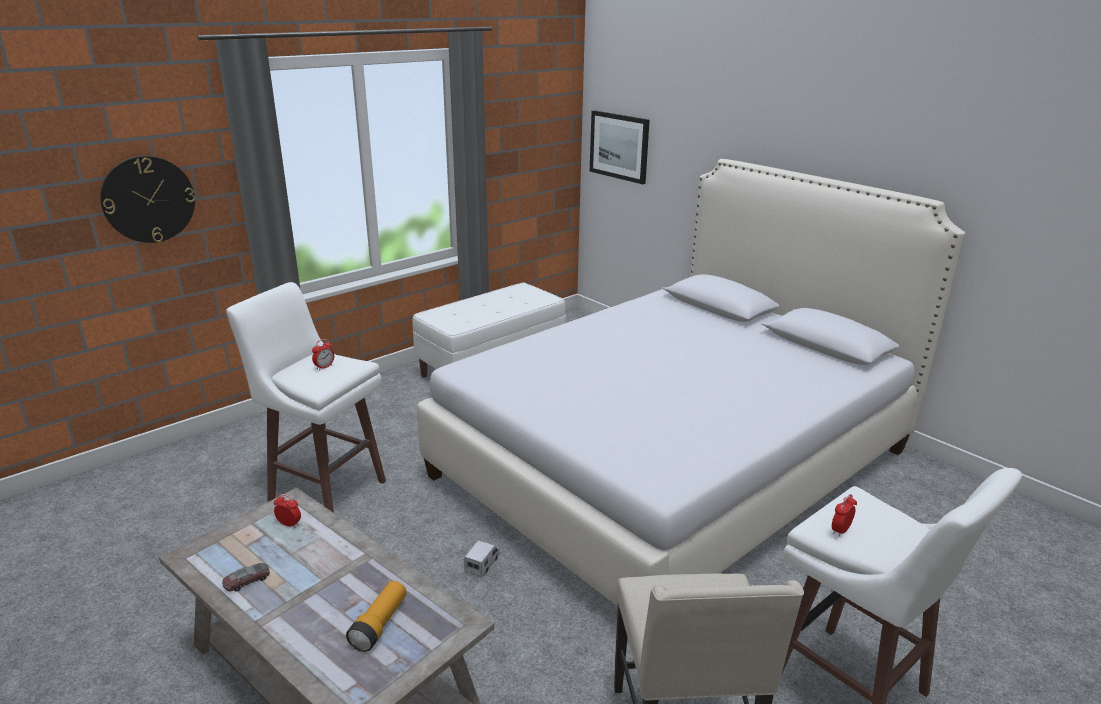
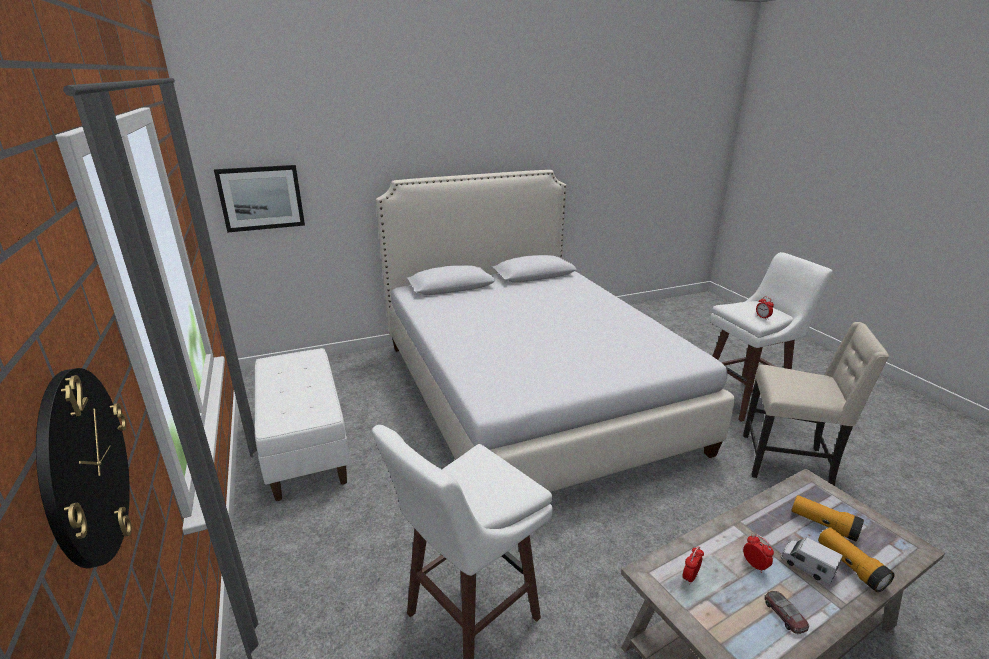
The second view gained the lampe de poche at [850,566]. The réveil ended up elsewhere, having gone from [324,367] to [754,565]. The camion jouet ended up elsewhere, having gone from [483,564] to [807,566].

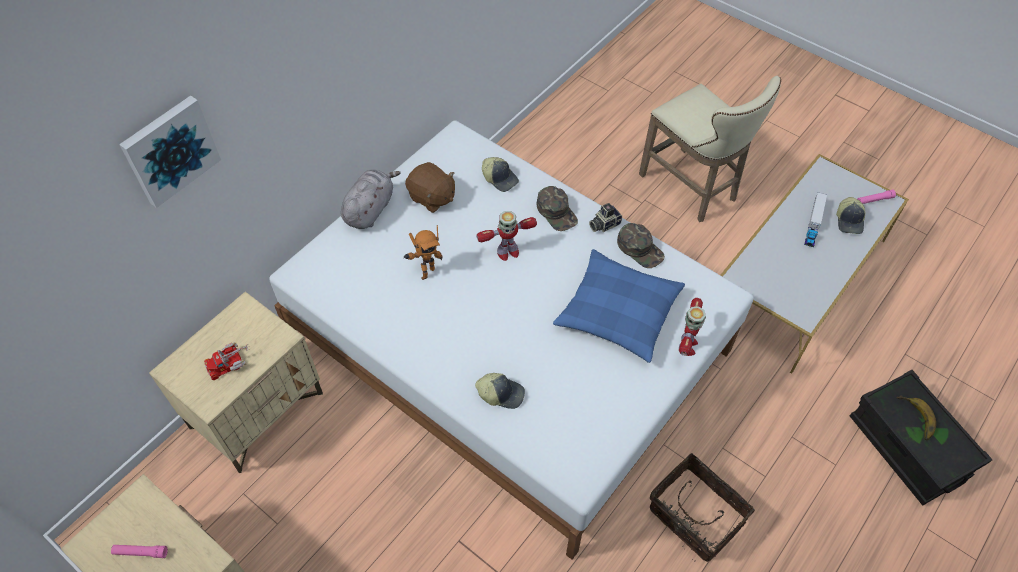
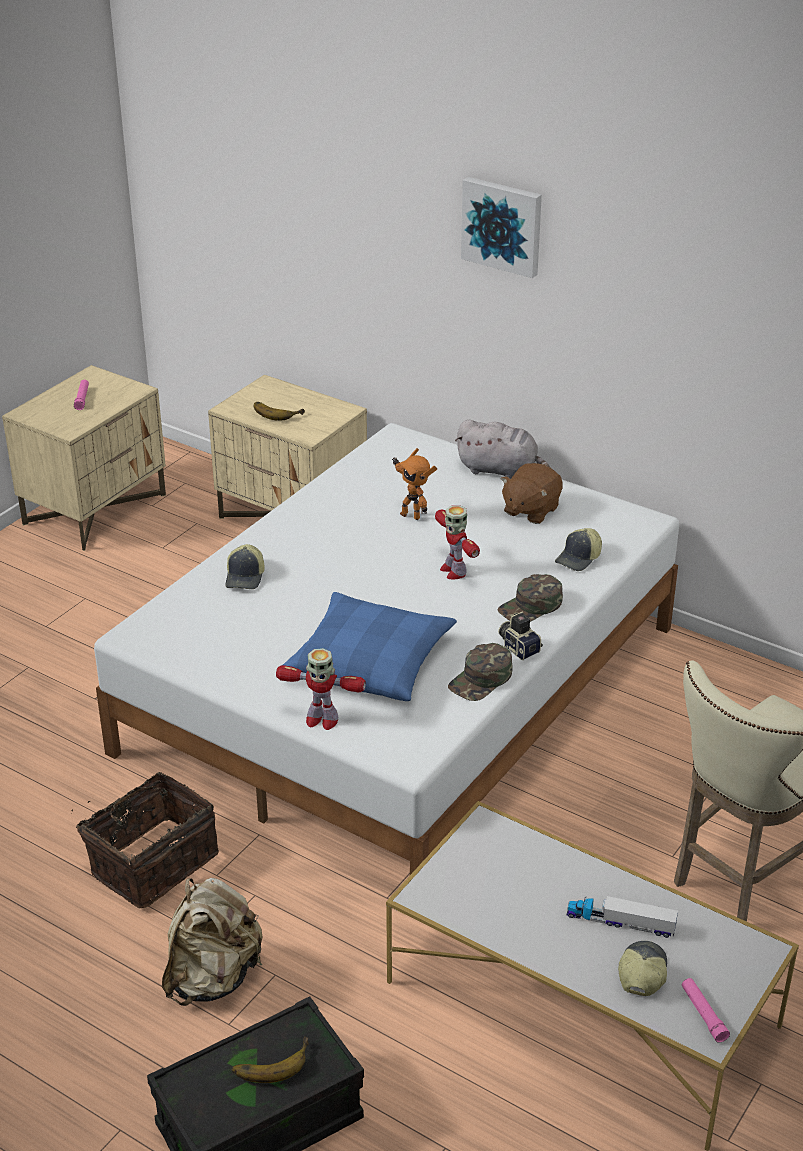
The second view gained the sac à dos (beige) at [212,977]. The tableau ended up elsewhere, having gone from [169,150] to [502,225]. Where the camion jouet stood at [230,362], the banane came to stand at [277,412]. The casquette at [849,221] ended up facing another way, 105 degrees clockwise from before.

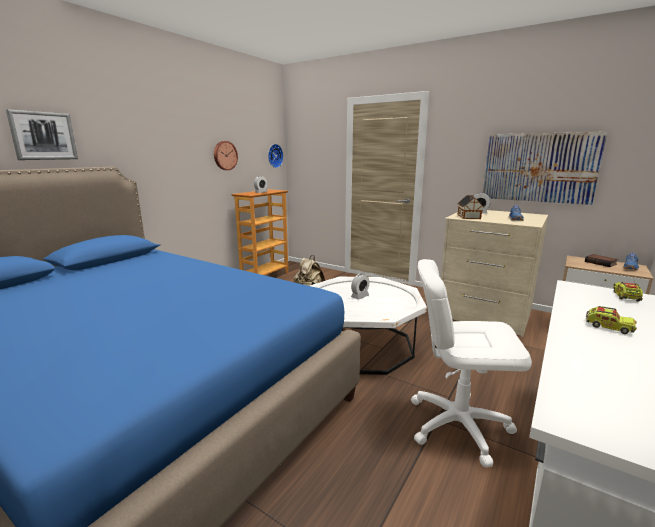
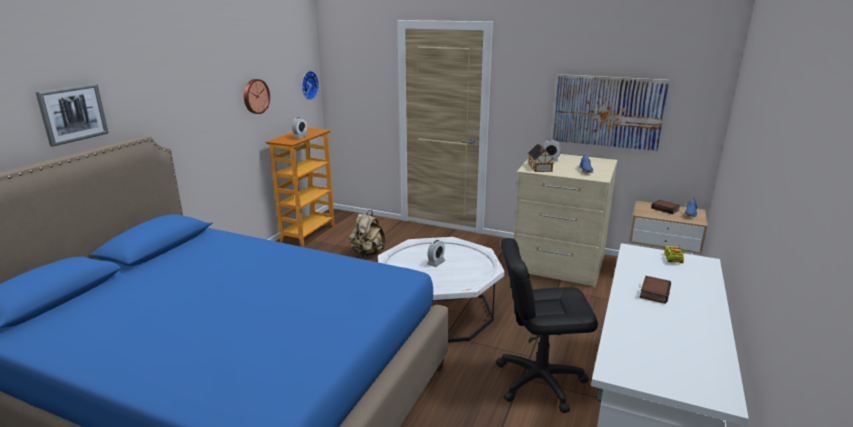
Where the camion jouet stood at [608,327], the livre came to stand at [653,292]. What was the chaise de bureau (blanc) at [458,425] turned into the chaise de bureau (noir) at [539,381].

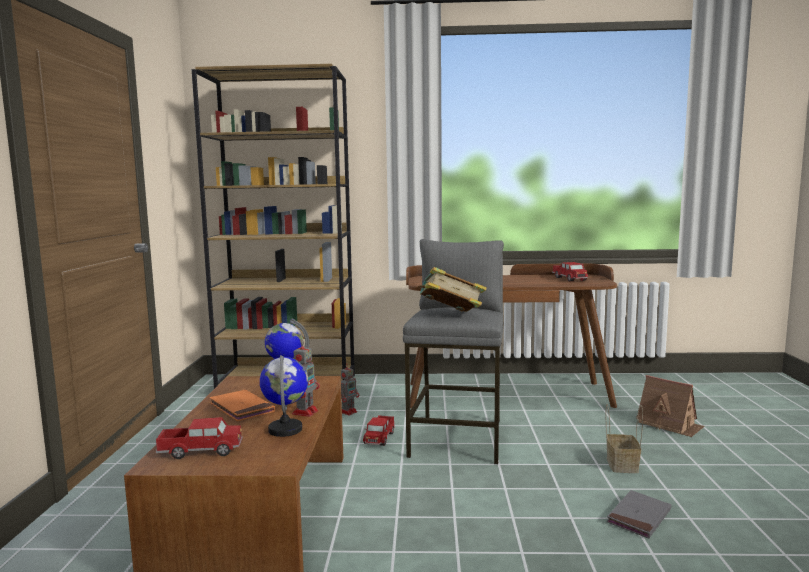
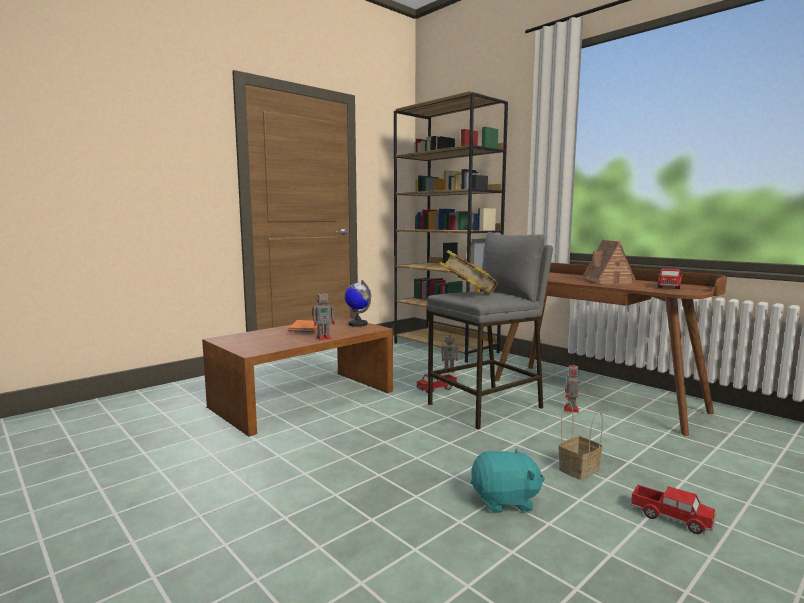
The second view lost the globe at [285,429]. The second view gained the robot jouet at [571,410]. The camion jouet ended up elsewhere, having gone from [201,451] to [670,517]. The maison miniature ended up elsewhere, having gone from [669,424] to [609,282]. Where the livre (gris) stood at [639,517], the peluche (turquoise) came to stand at [505,501].

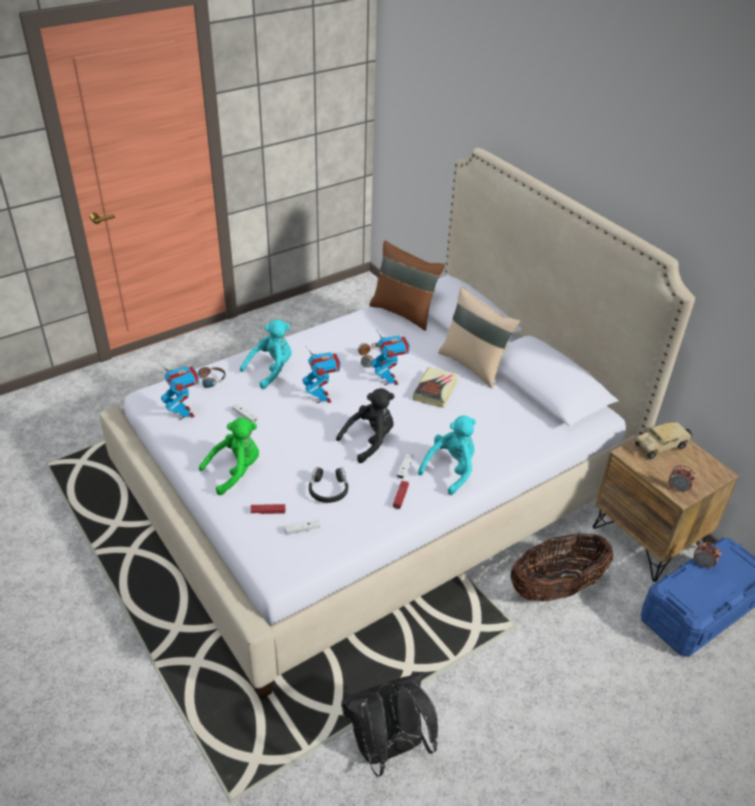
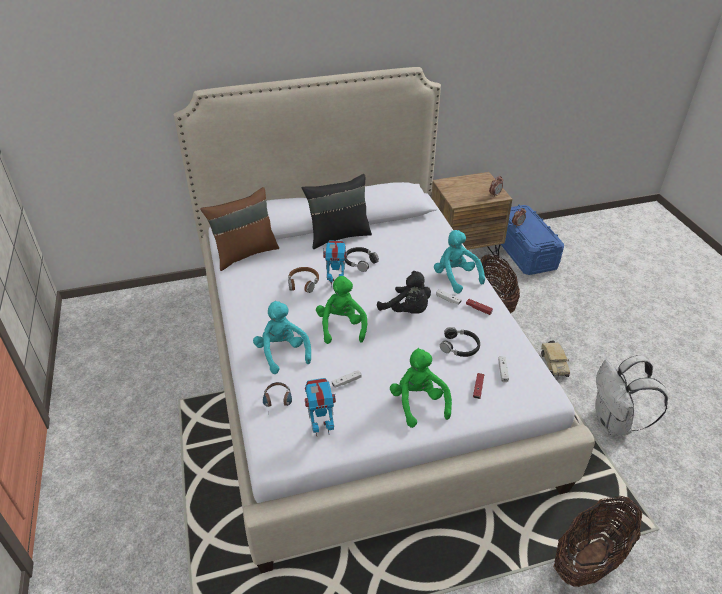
The second view gained the panier at [590,558]. The camion jouet ended up elsewhere, having gone from [661,446] to [553,364]. Where the robot jouet stood at [322,398], the peluche (vert) came to stand at [341,326]. Where the livre stood at [435,390], the casque audio (noir) came to stand at [360,262]. What was the sac à dos (noir) at [388,748] turned into the sac à dos (blanc) at [614,423]. What was the coussin (beige) at [474,365] turned into the coussin (noir) at [338,236]. The peluche (noir) at [370,440] ended up facing another way, 150 degrees clockwise from before.

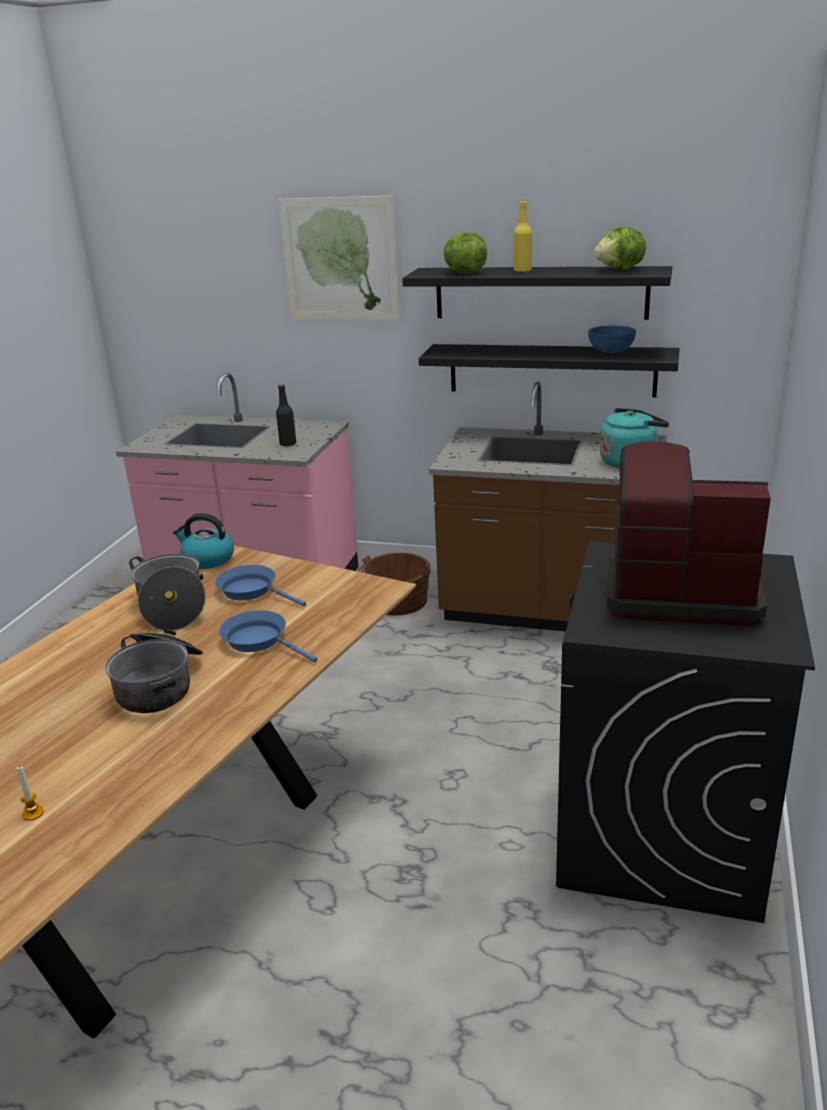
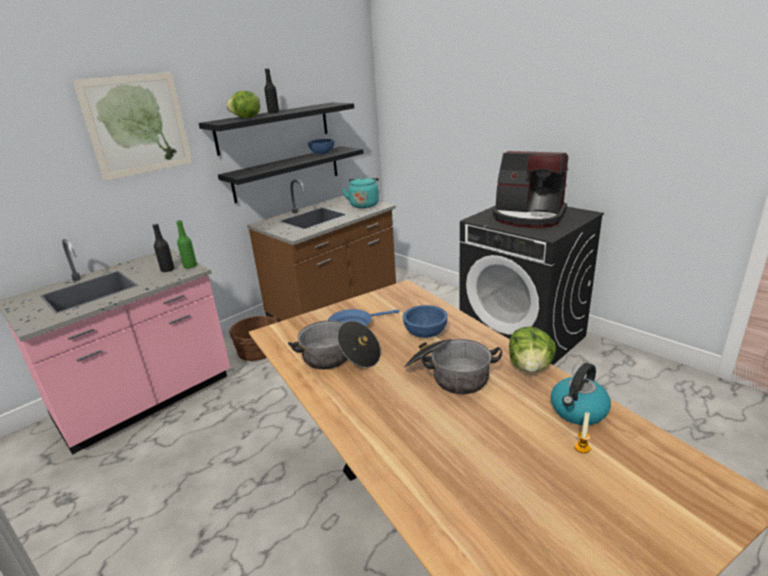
The second view gained the bouteille (vert) at [190,266]. The bouilloire ended up elsewhere, having gone from [207,560] to [578,411]. The laitue ended up elsewhere, having gone from [620,269] to [530,367]. Where the poêle (bleu) stood at [259,640], the bol (bleu) came to stand at [425,333]. What was the bouteille (jaune) at [522,271] turned into the bouteille (noir) at [273,113]. The machine à café at [678,593] ended up facing another way, 105 degrees counterclockwise from before.

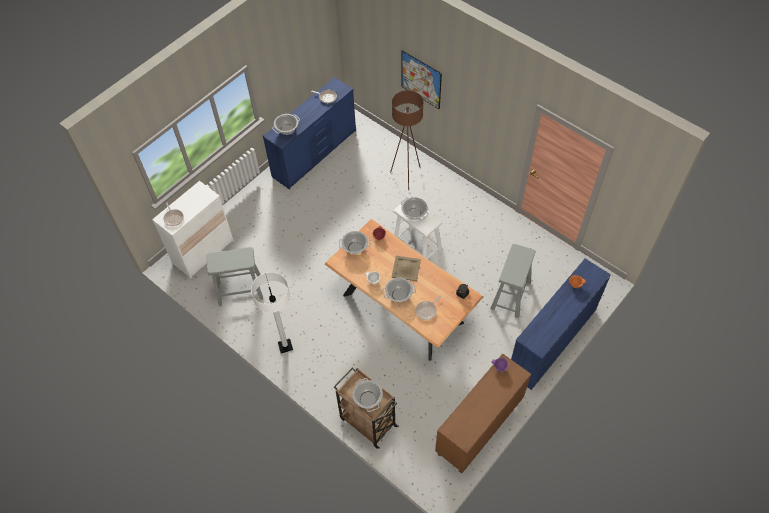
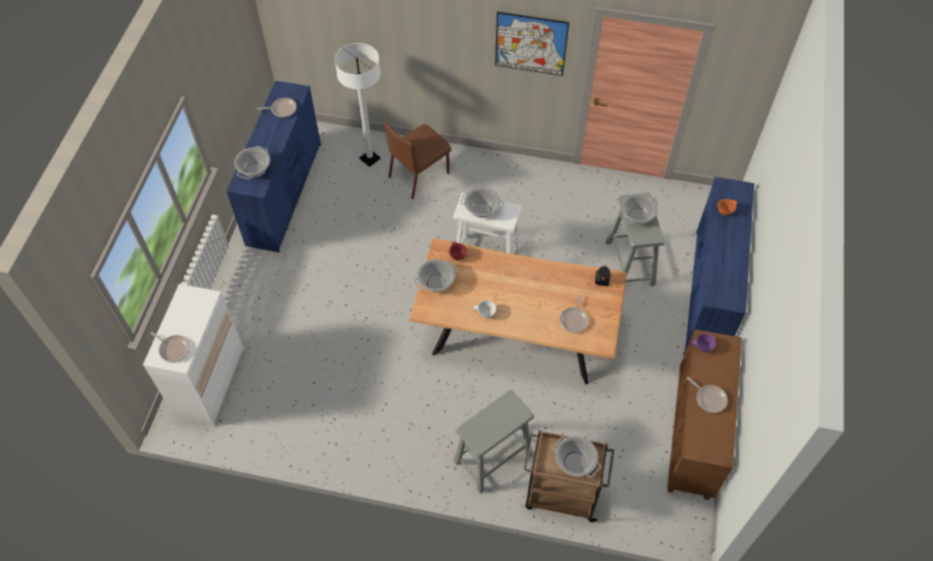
The second view lost the plateau (beige) at [406,268]. The second view gained the poêle at [709,398]. The tabouret (gris) ended up elsewhere, having gone from [239,290] to [492,458]. The lampadaire (blanc) ended up elsewhere, having gone from [285,346] to [370,158]. The marmite ended up elsewhere, having gone from [399,295] to [637,216]. The tableau ended up elsewhere, having gone from [421,79] to [531,44]. Where the lampadaire (marron) stood at [407,176], the chaise (marron) came to stand at [419,174].

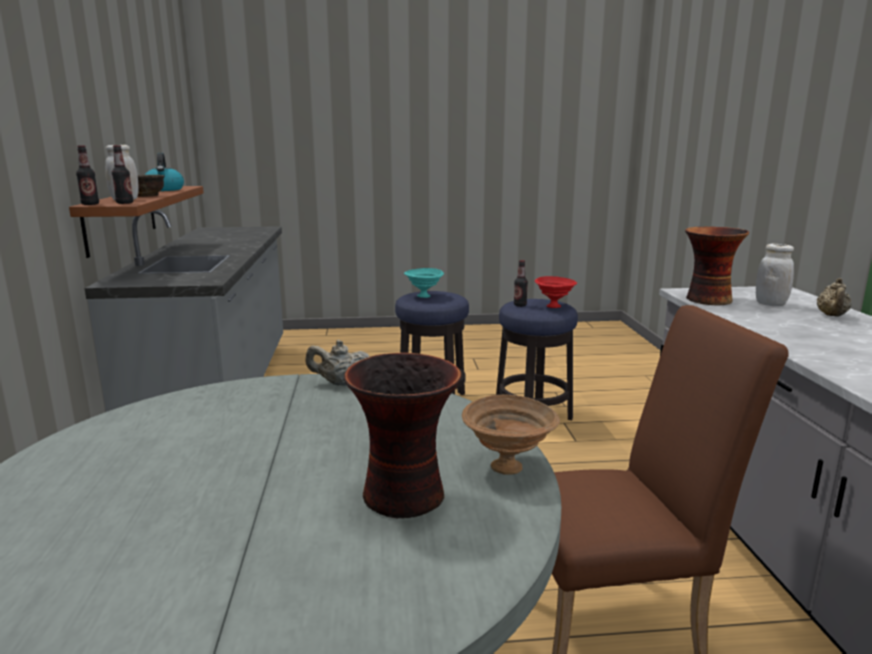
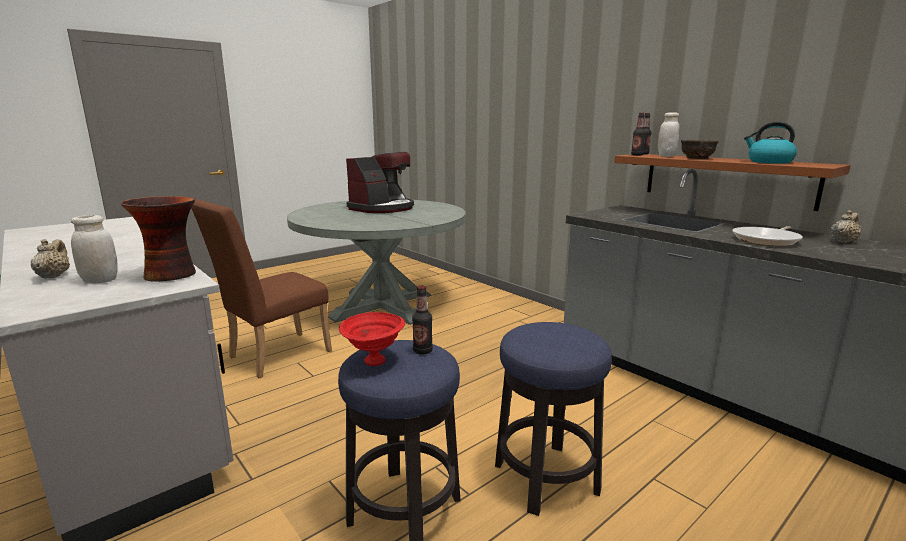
The second view lost the vase at [406,496]. The second view lost the bol (turquoise) at [424,296]. The second view lost the bol (marron) at [509,467]. The second view gained the machine à café at [382,208]. The second view gained the poêle at [767,240]. The théière (beige) ended up elsewhere, having gone from [340,383] to [843,241].

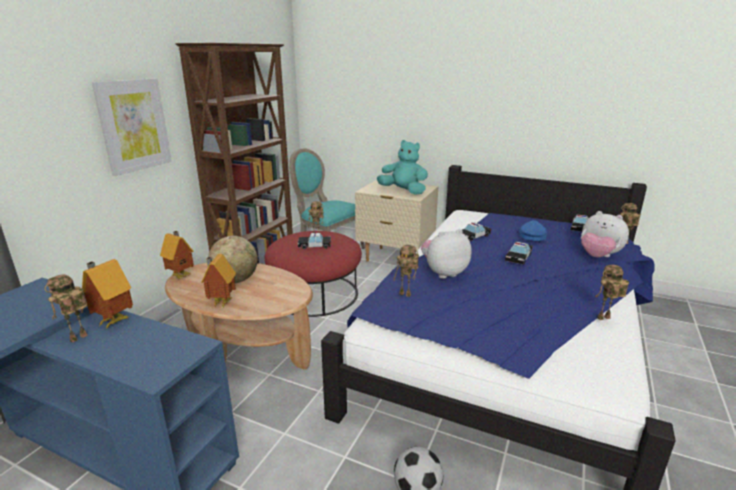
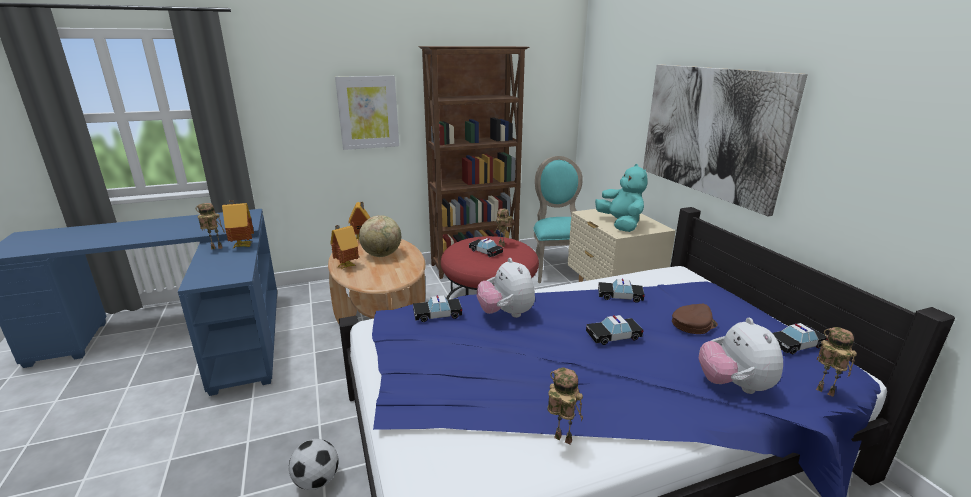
The second view gained the tableau at [710,131]. Where the robot jouet stood at [406,294], the petite voiture came to stand at [437,314]. What was the casquette (bleu) at [532,235] turned into the casquette (marron) at [693,323]. The peluche at [443,273] ended up facing another way, 135 degrees counterclockwise from before.

